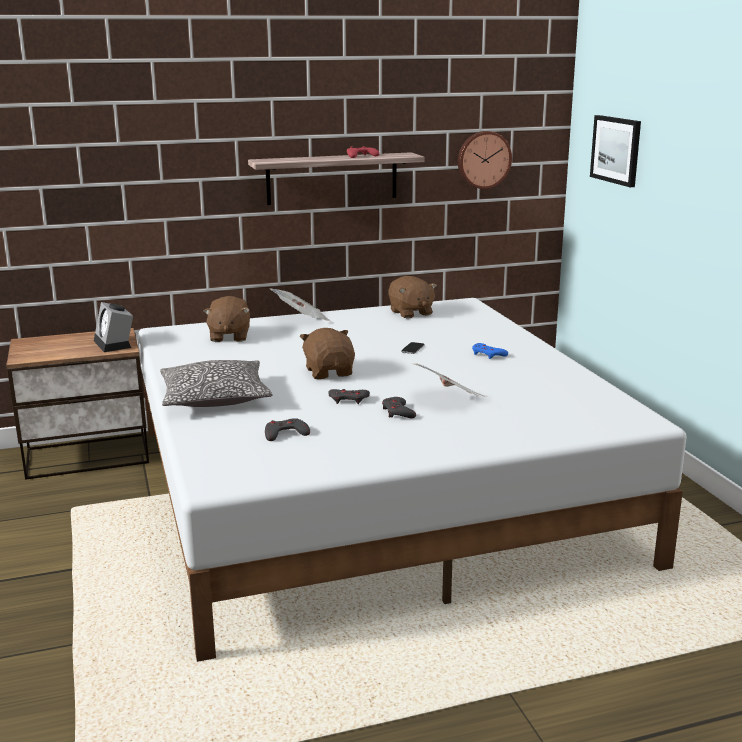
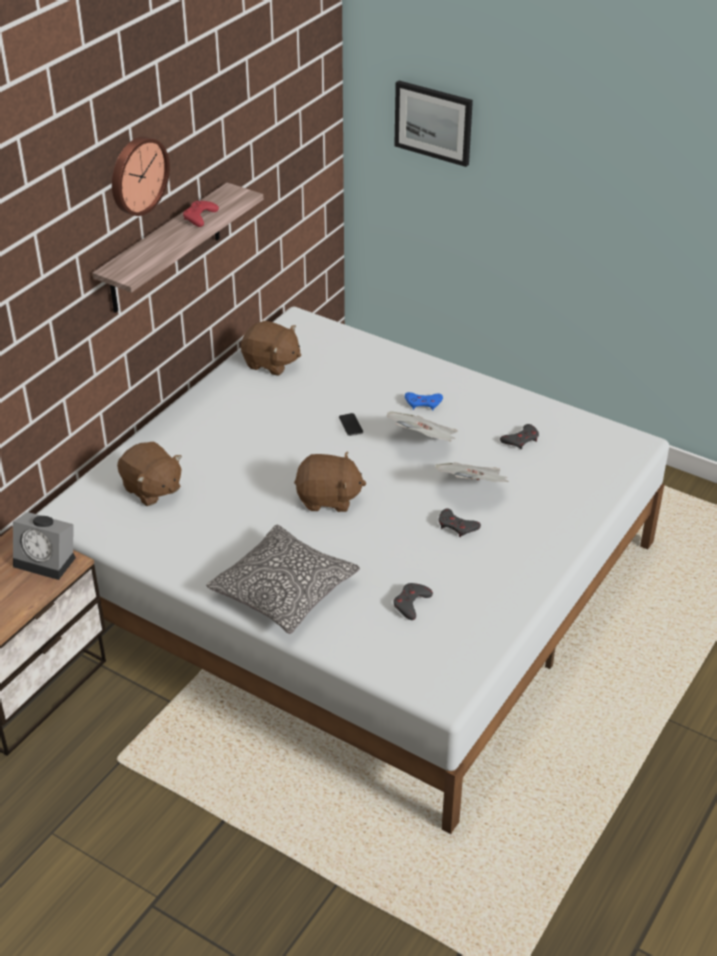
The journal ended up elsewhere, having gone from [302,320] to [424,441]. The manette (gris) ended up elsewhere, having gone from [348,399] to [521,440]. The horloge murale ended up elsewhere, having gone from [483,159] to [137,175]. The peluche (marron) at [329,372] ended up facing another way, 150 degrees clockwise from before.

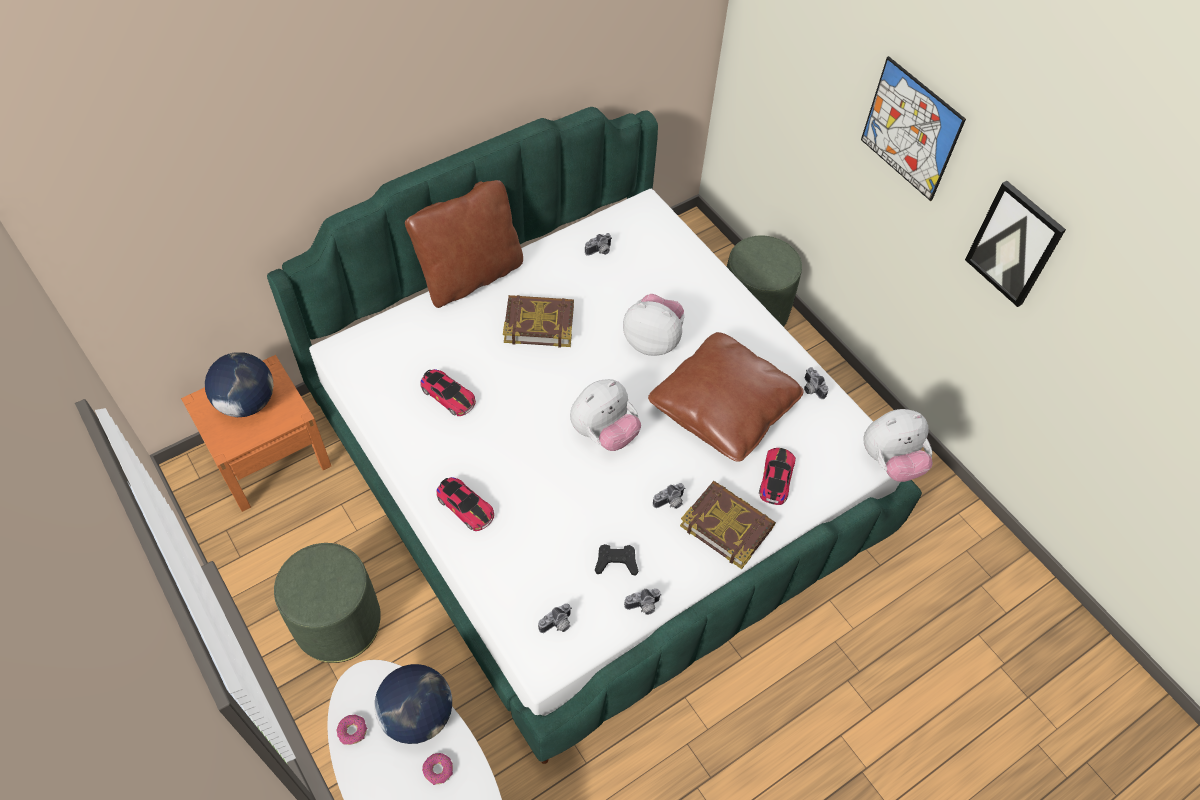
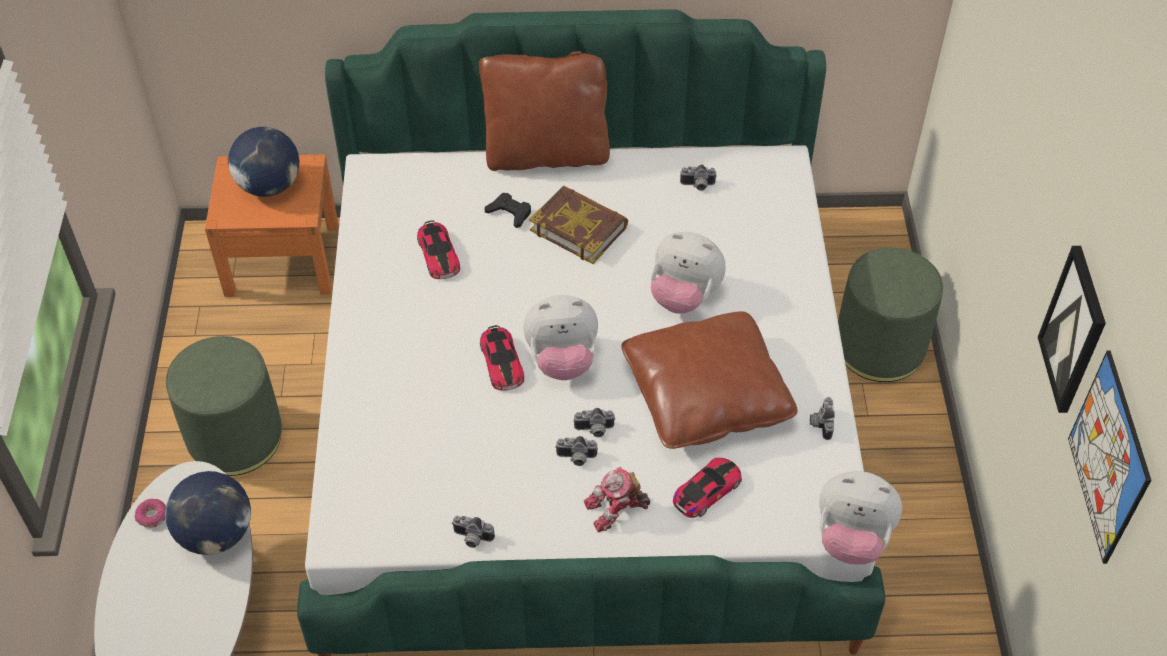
The second view lost the beignet at [438,770]. The petite voiture ended up elsewhere, having gone from [465,506] to [501,363]. The appareil photo ended up elsewhere, having gone from [557,625] to [594,430]. The manette (noir) ended up elsewhere, having gone from [616,562] to [509,213]. The tableau ended up elsewhere, having gone from [911,129] to [1108,457]. Where the livre stood at [727,526], the robot jouet came to stand at [617,509]. The peluche at [653,340] ended up facing another way, 150 degrees clockwise from before.

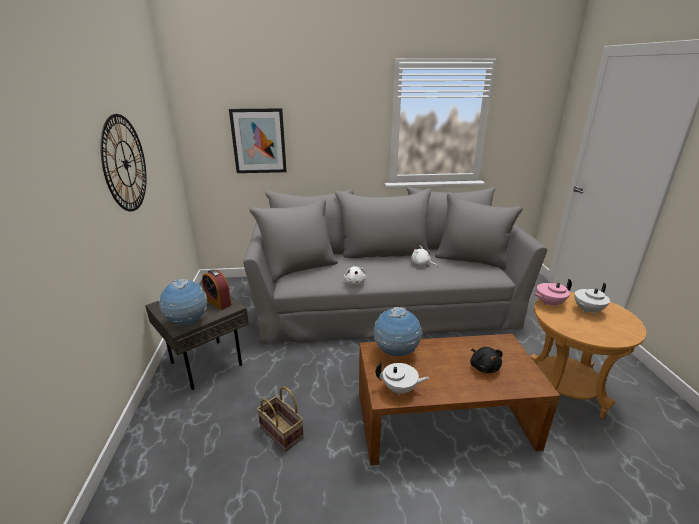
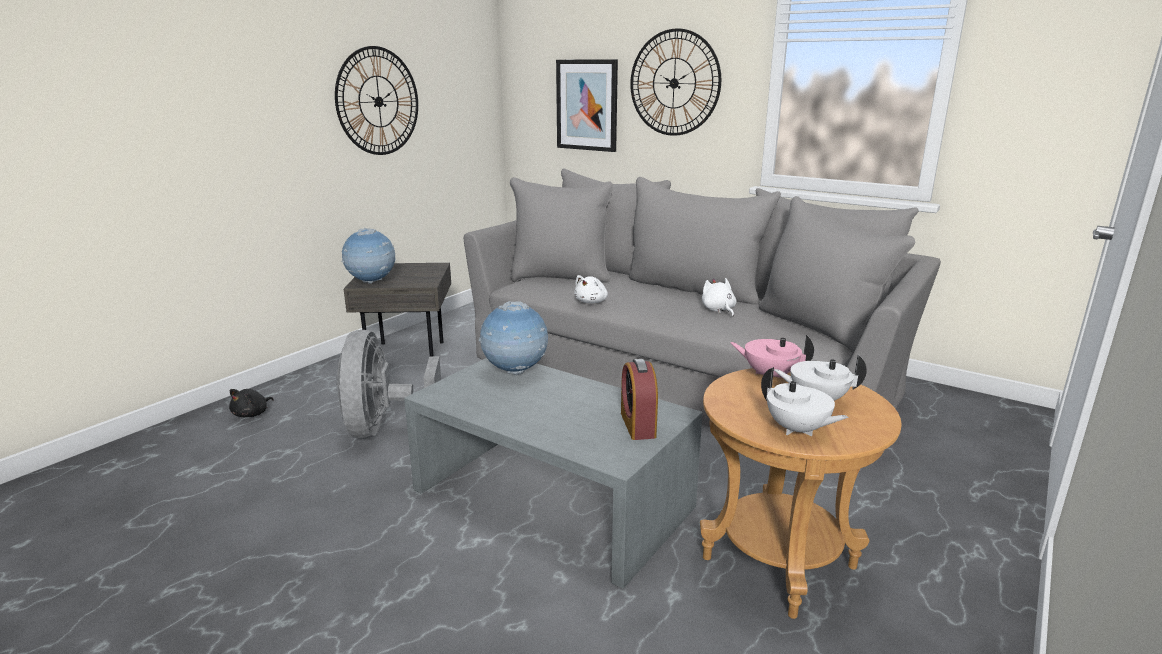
The second view gained the horloge murale at [674,83]. The réveil ended up elsewhere, having gone from [218,302] to [638,425]. The théière (blanc) ended up elsewhere, having gone from [400,389] to [797,430]. The peluche (noir) ended up elsewhere, having gone from [484,366] to [252,414]. Where the panier stood at [283,432], the ventilateur (gris) came to stand at [384,429]. What was the table basse (marron) at [443,418] turned into the table basse (gris) at [552,497].

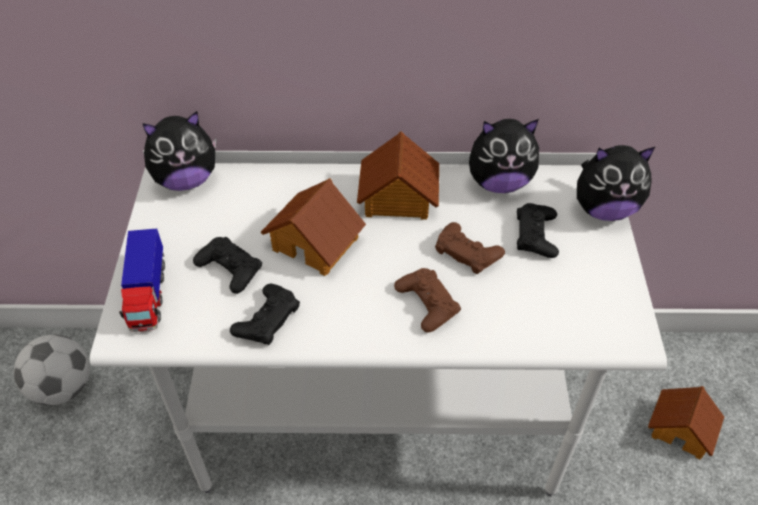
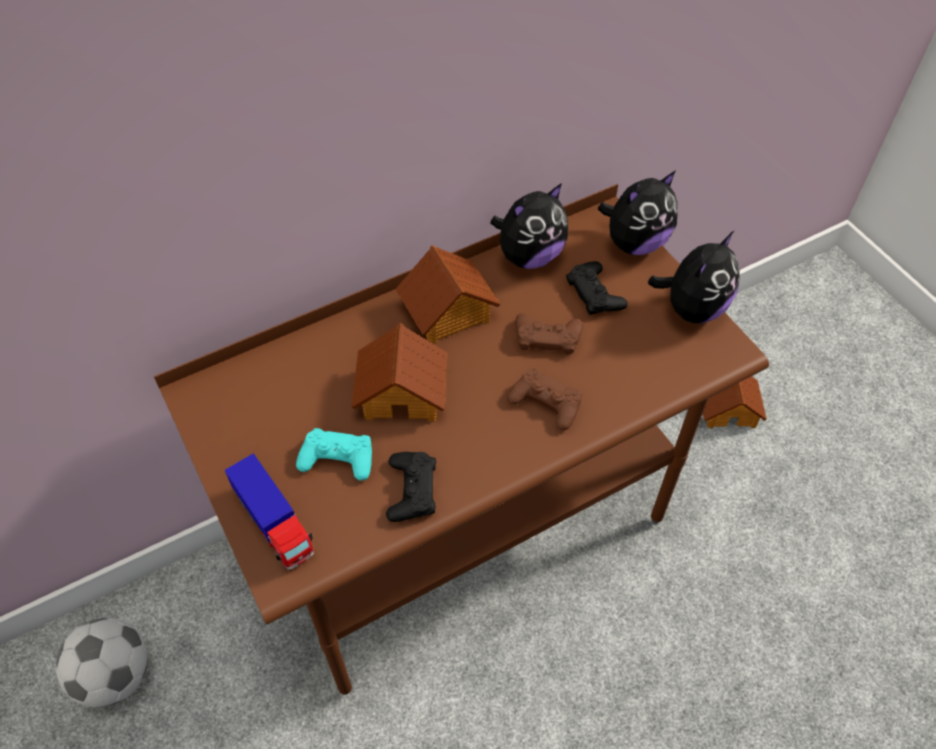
The peluche ended up elsewhere, having gone from [186,180] to [692,308]. What was the bureau (blanc) at [379,417] turned into the bureau (marron) at [467,532]. What was the manette (noir) at [229,268] turned into the manette (turquoise) at [337,458].

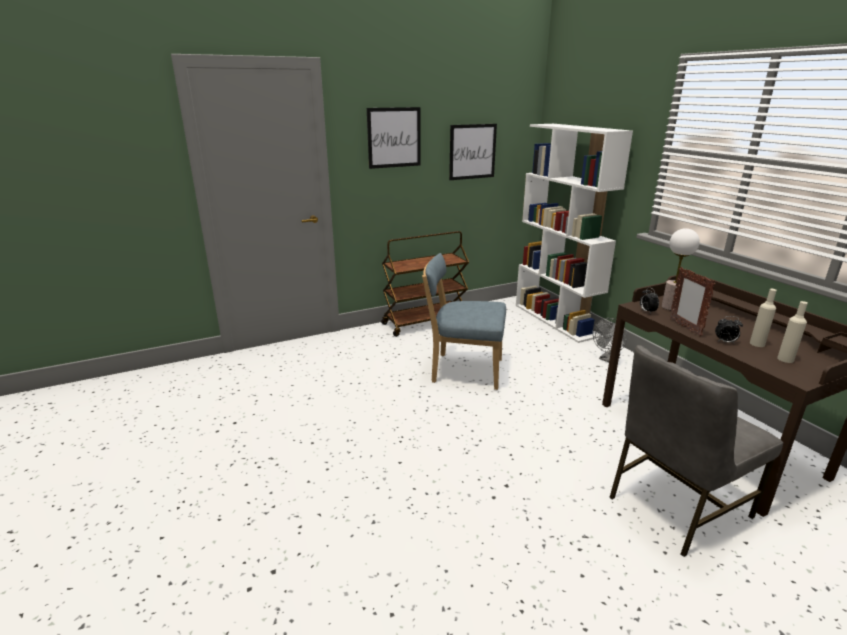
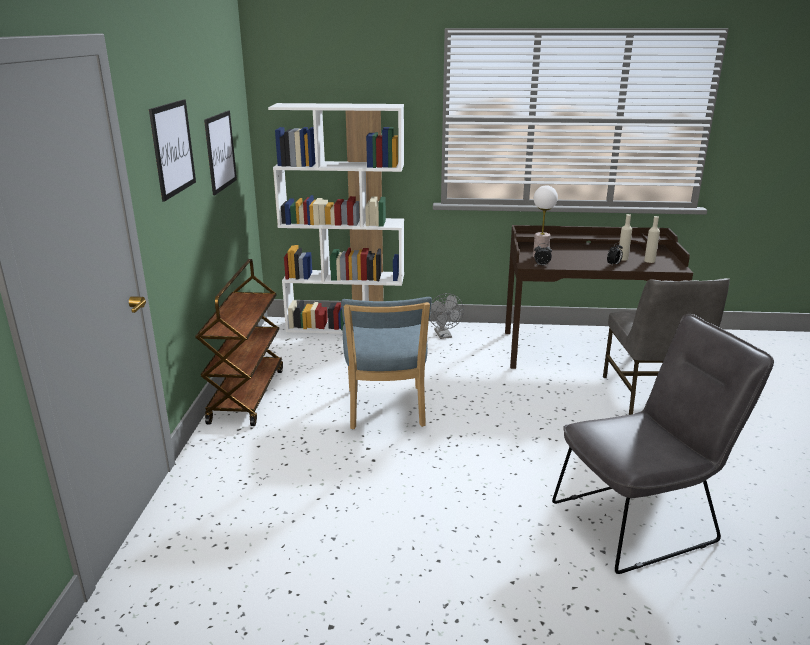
The second view lost the cadre photo at [684,327]. The second view gained the chaise (gris) at [642,519]. The chaise (bleu) at [463,370] ended up facing another way, 45 degrees counterclockwise from before.

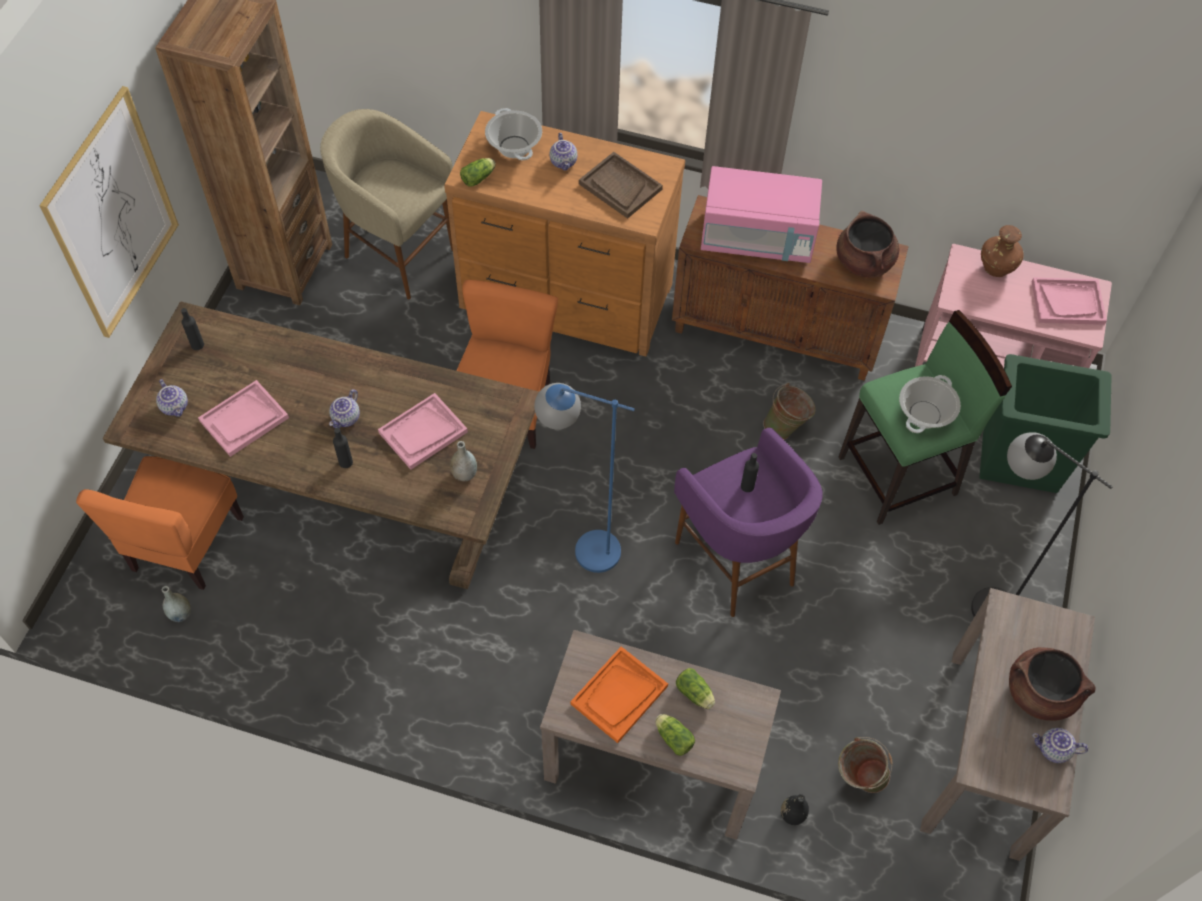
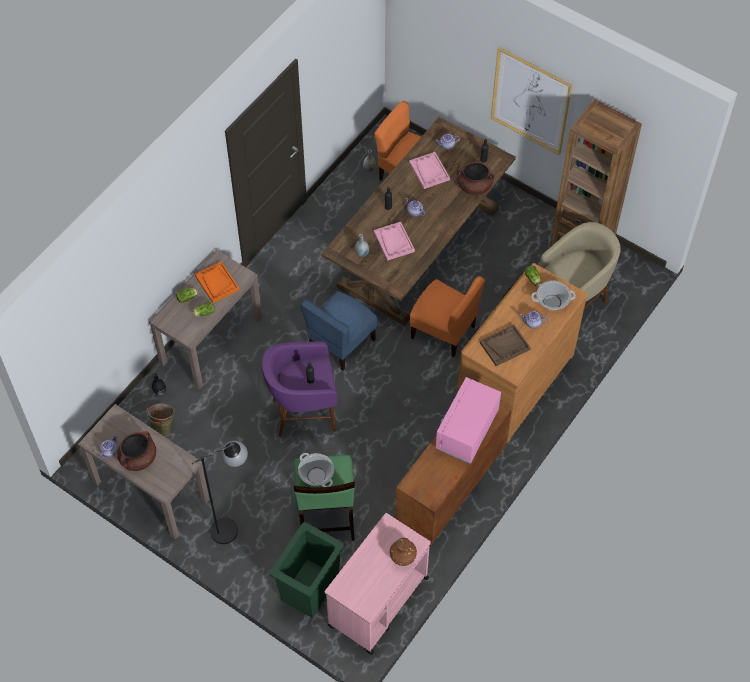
The second view lost the seau (vert) at [786,428]. The second view lost the plateau (rose) at [1067,302]. The marmite (marron) ended up elsewhere, having gone from [864,262] to [474,187]. Where the lampadaire (bleu) stood at [581,547], the chaise (bleu) came to stand at [341,343].

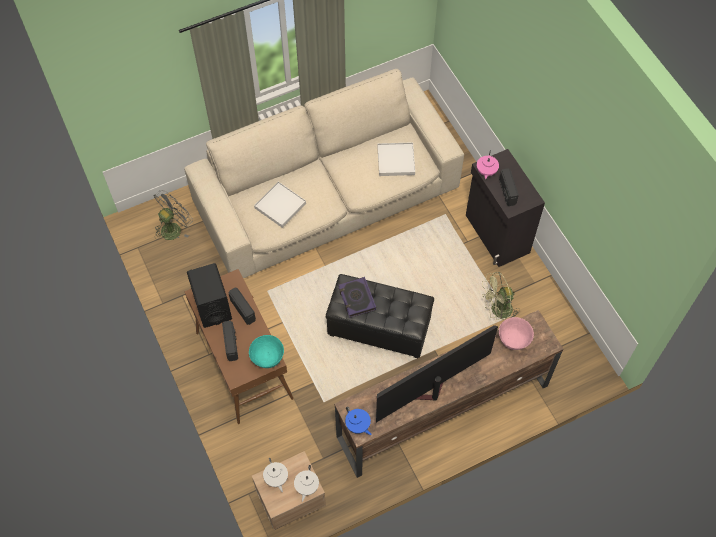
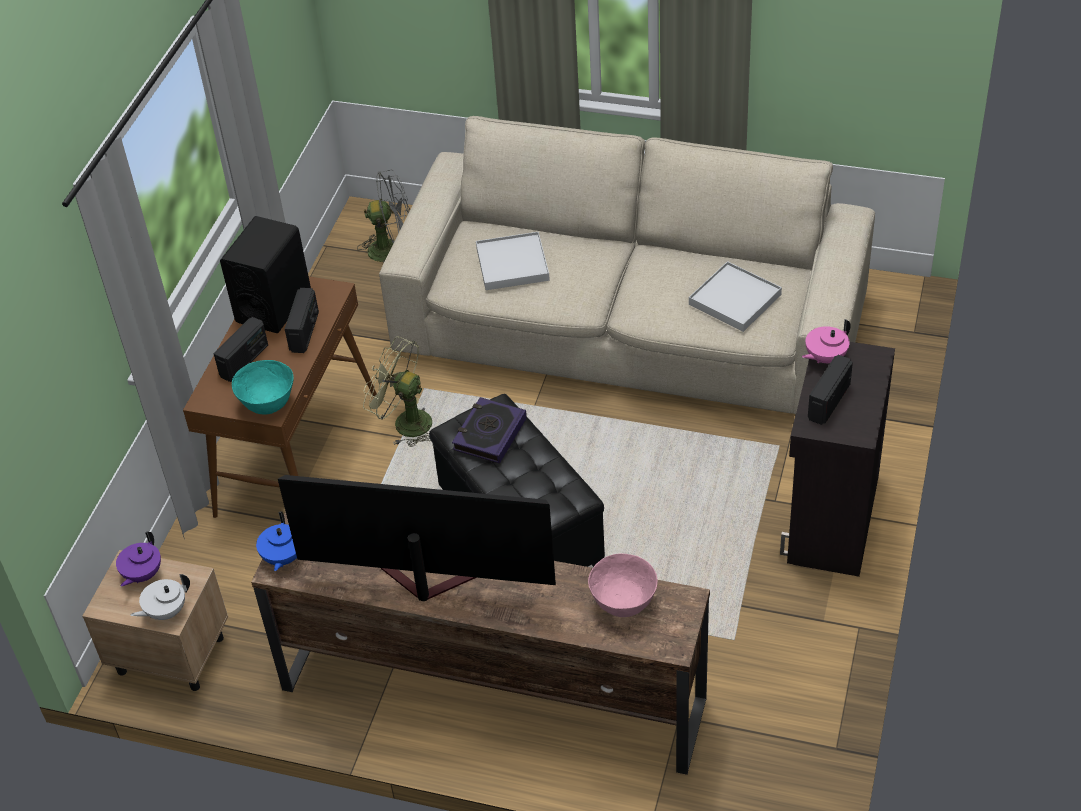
The ventilateur (vert) ended up elsewhere, having gone from [497,311] to [404,422]. What was the théière (blanc) at [276,478] turned into the théière (violet) at [142,574].

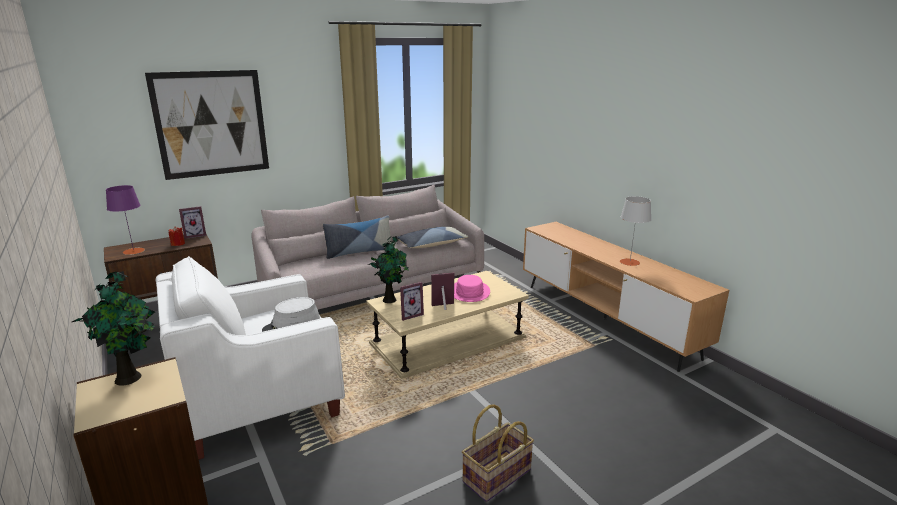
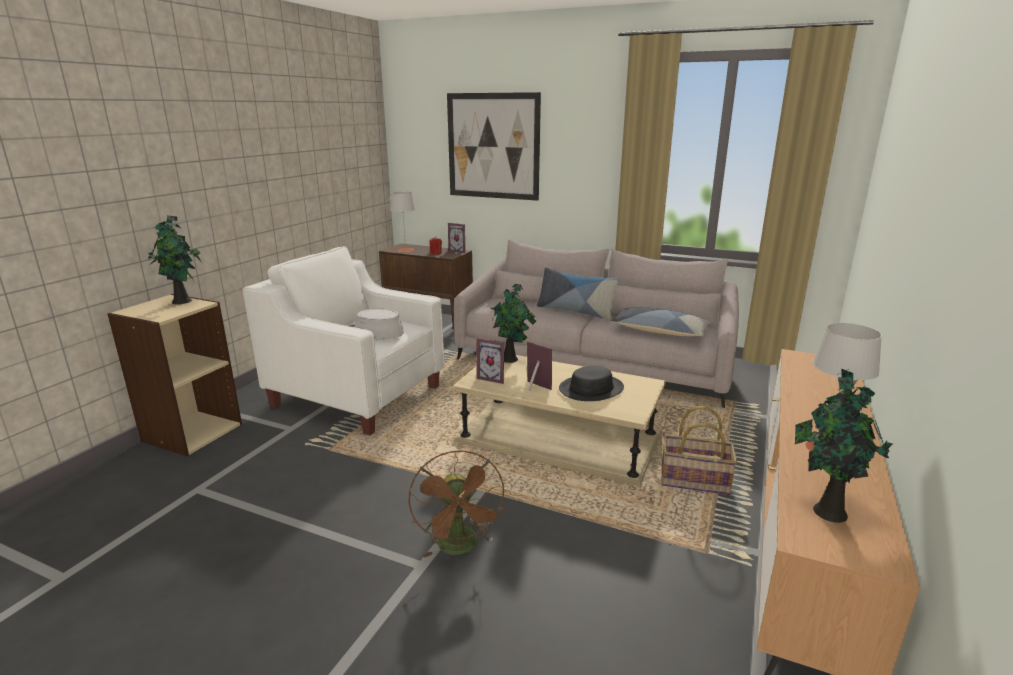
The second view gained the ventilateur (marron) at [460,548]. The second view gained the plante en pot at [826,510]. The panier ended up elsewhere, having gone from [497,476] to [694,481]. What was the lampe de table (violet) at [133,251] turned into the lampe de table (gris) at [405,250]. What was the chapeau (rose) at [469,292] turned into the chapeau (noir) at [591,389].

